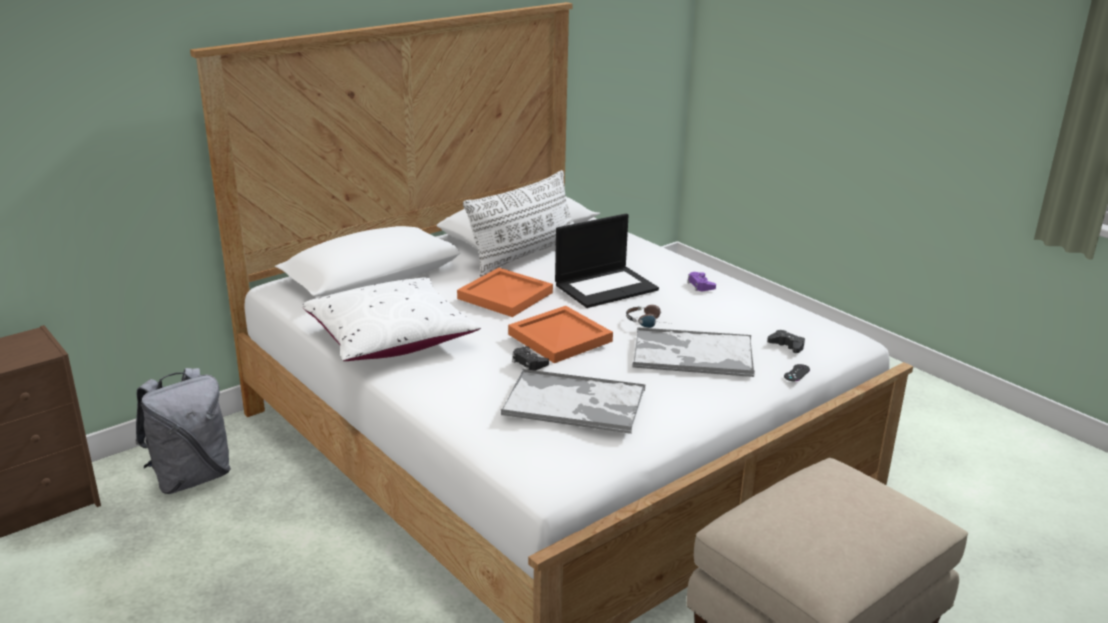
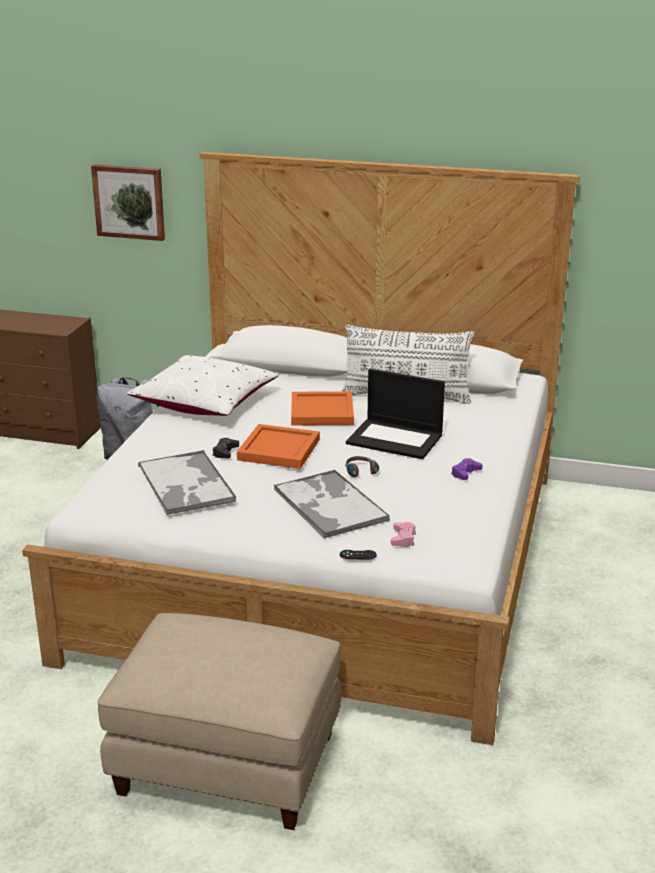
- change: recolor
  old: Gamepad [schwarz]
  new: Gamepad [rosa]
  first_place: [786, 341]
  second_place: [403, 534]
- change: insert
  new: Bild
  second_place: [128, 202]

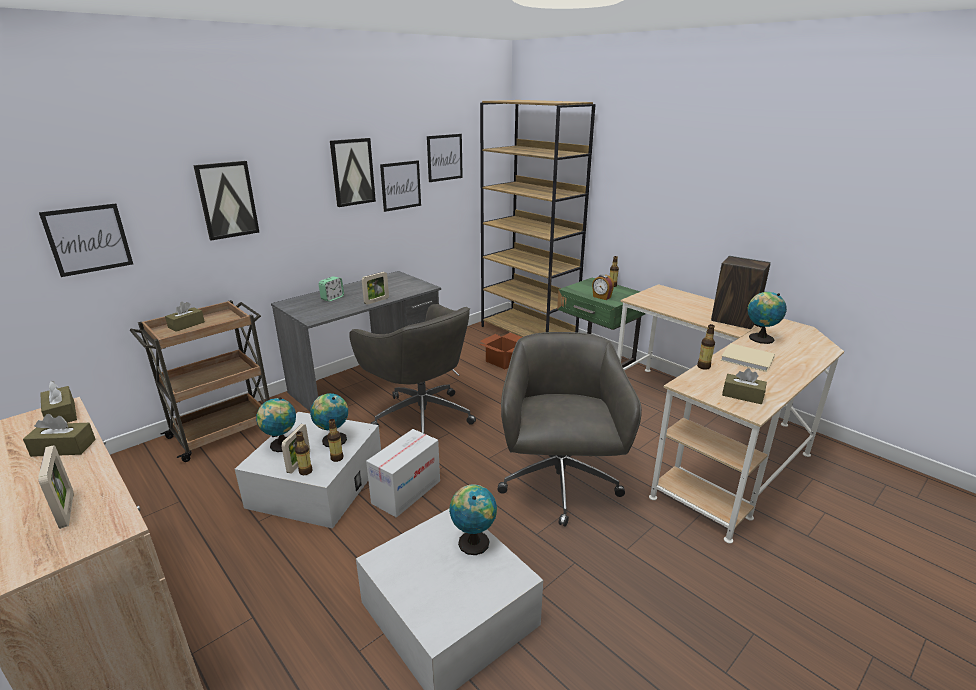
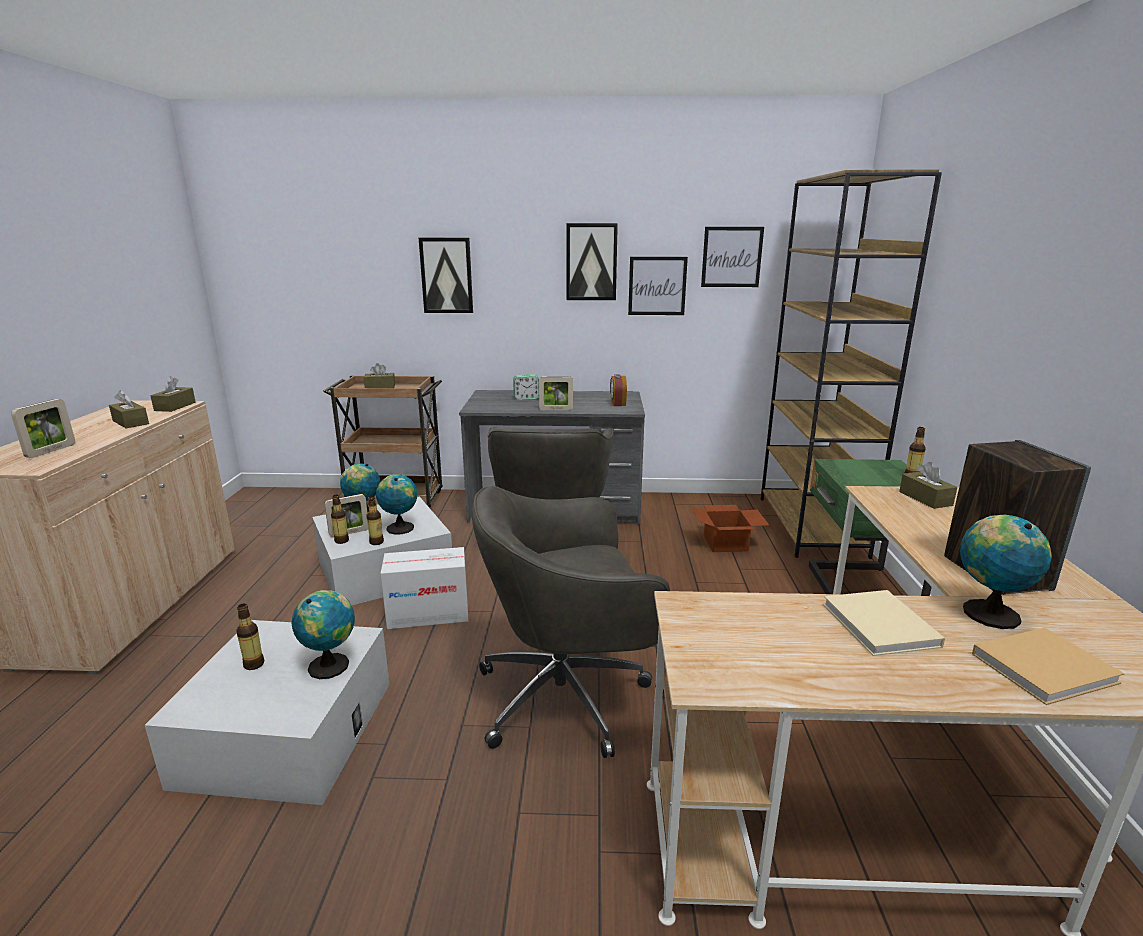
- change: delete
  old: Bild
  first_place: [86, 240]
- change: move
  old: Wecker
  first_place: [603, 287]
  second_place: [618, 390]
- change: move
  old: Flasche
  first_place: [706, 347]
  second_place: [250, 637]
- change: rotate
  old: Bürostuhl [grau]
  first_place: [569, 429]
  second_place: [570, 622]
  degrees: -150
- change: move
  old: Taschentuchbox [braun]
  first_place: [744, 386]
  second_place: [928, 485]
- change: insert
  new: Buch [beige]
  second_place: [1048, 666]

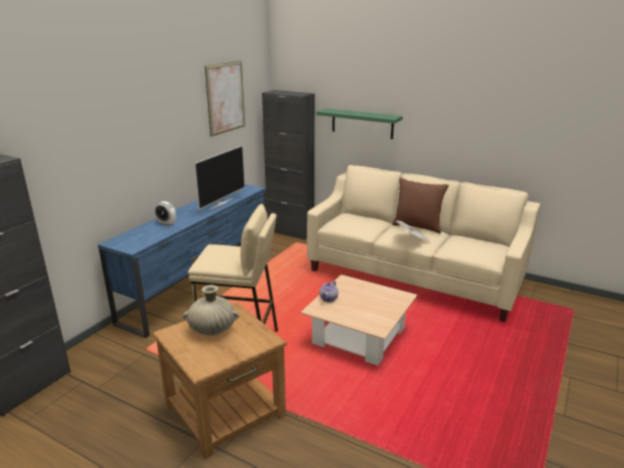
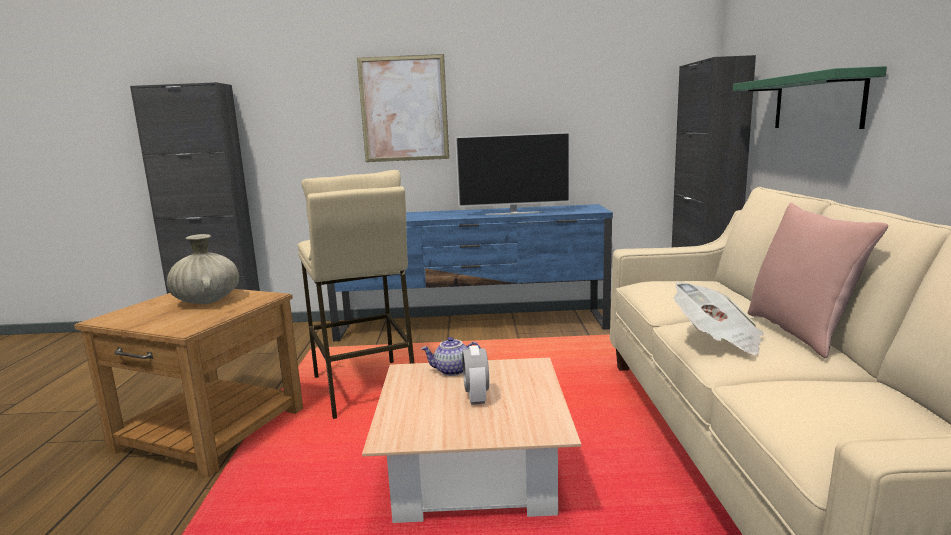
- change: move
  old: Bild
  first_place: [225, 99]
  second_place: [403, 108]
- change: recolor
  old: Kissen [braun]
  new: Kissen [rosa]
  first_place: [420, 205]
  second_place: [818, 280]
- change: move
  old: Wecker
  first_place: [165, 213]
  second_place: [475, 375]

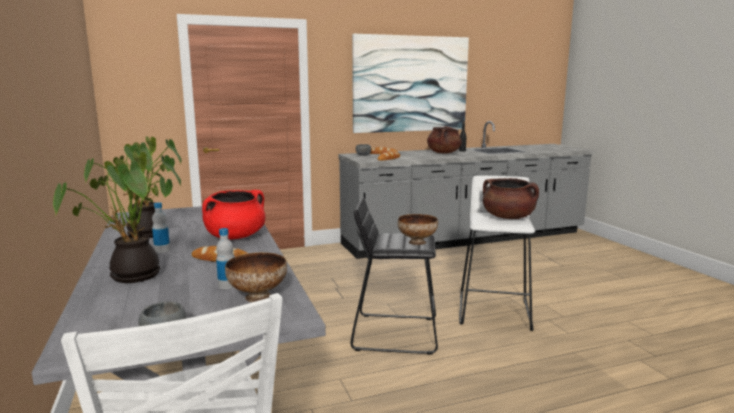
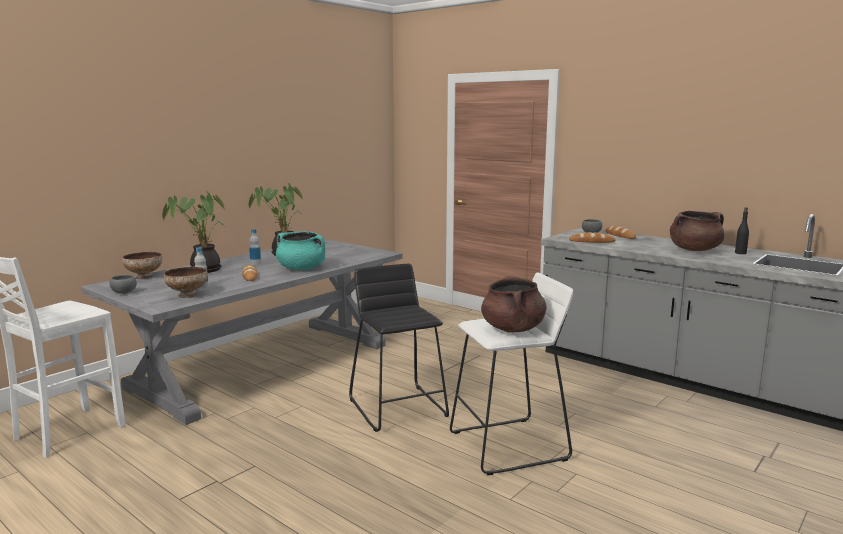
- change: delete
  old: Bild
  first_place: [410, 83]
- change: recolor
  old: Kochtopf [rot]
  new: Kochtopf [türkis]
  first_place: [233, 214]
  second_place: [300, 250]
- change: move
  old: Schüssel
  first_place: [418, 229]
  second_place: [142, 265]

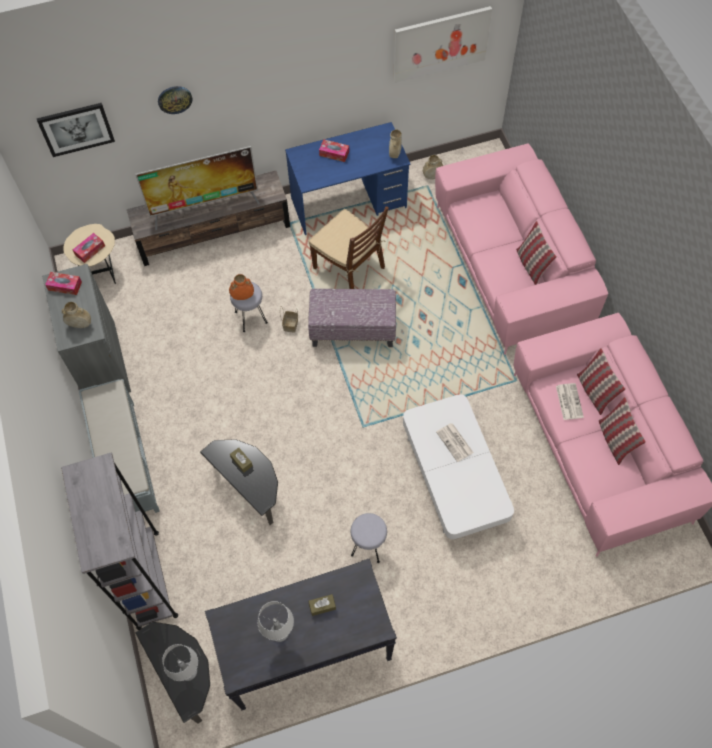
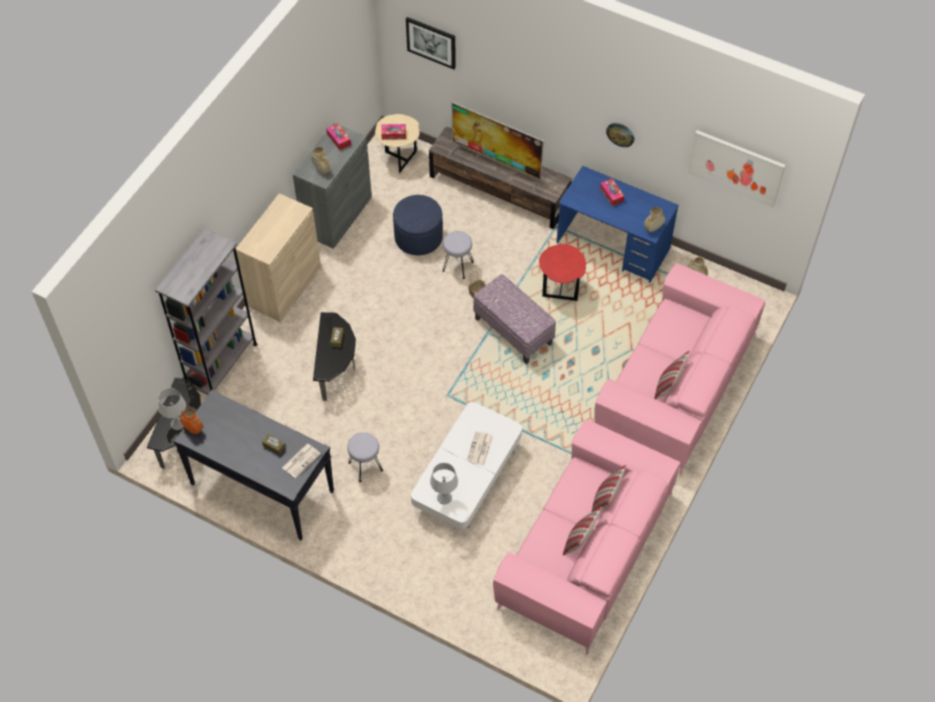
- change: move
  old: Wanduhr
  first_place: [175, 100]
  second_place: [620, 135]
- change: replace
  old: Stuhl [braun]
  new: Beistelltisch [rot]
  first_place: [348, 247]
  second_place: [562, 272]
- change: move
  old: Vase [orange]
  first_place: [241, 287]
  second_place: [191, 421]
- change: replace
  old: Bank [grau]
  new: Schrank [beige]
  first_place: [119, 446]
  second_place: [278, 257]
- change: move
  old: Zeitung
  first_place: [570, 401]
  second_place: [301, 461]
- change: move
  old: Tischlampe [grau]
  first_place: [276, 621]
  second_place: [444, 483]
- change: insert
  new: Polsterhocker [blau]
  second_place: [418, 225]

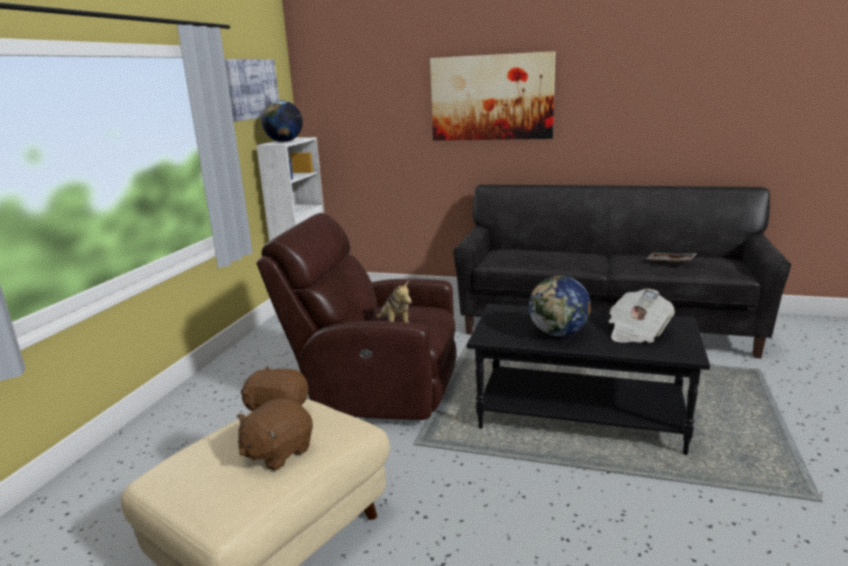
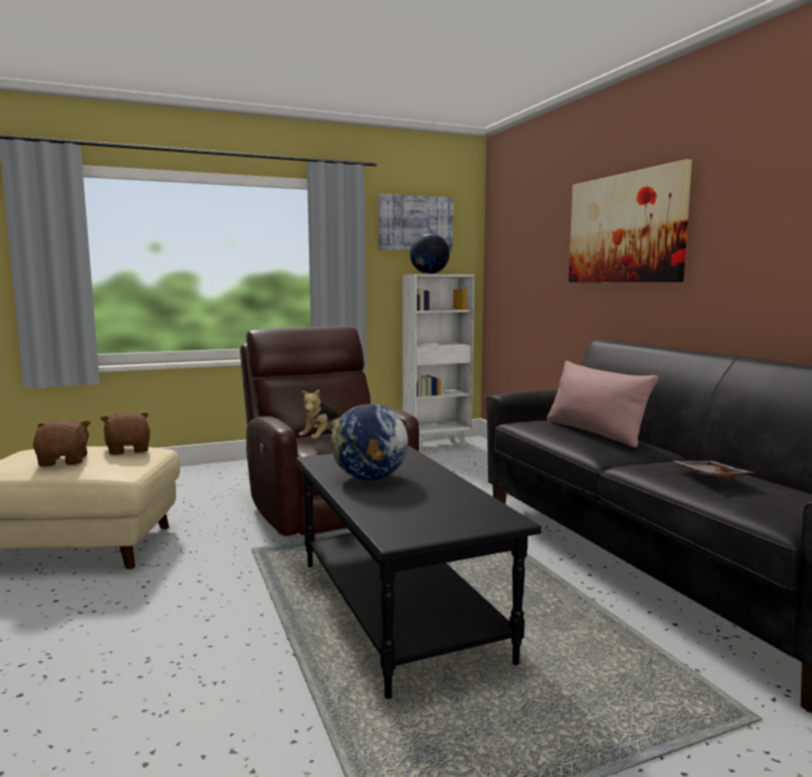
- change: delete
  old: Zeitung
  first_place: [641, 316]
- change: rotate
  old: Plüschtier [braun]
  first_place: [275, 434]
  second_place: [62, 442]
  degrees: 75
- change: insert
  new: Kissen [rosa]
  second_place: [602, 404]

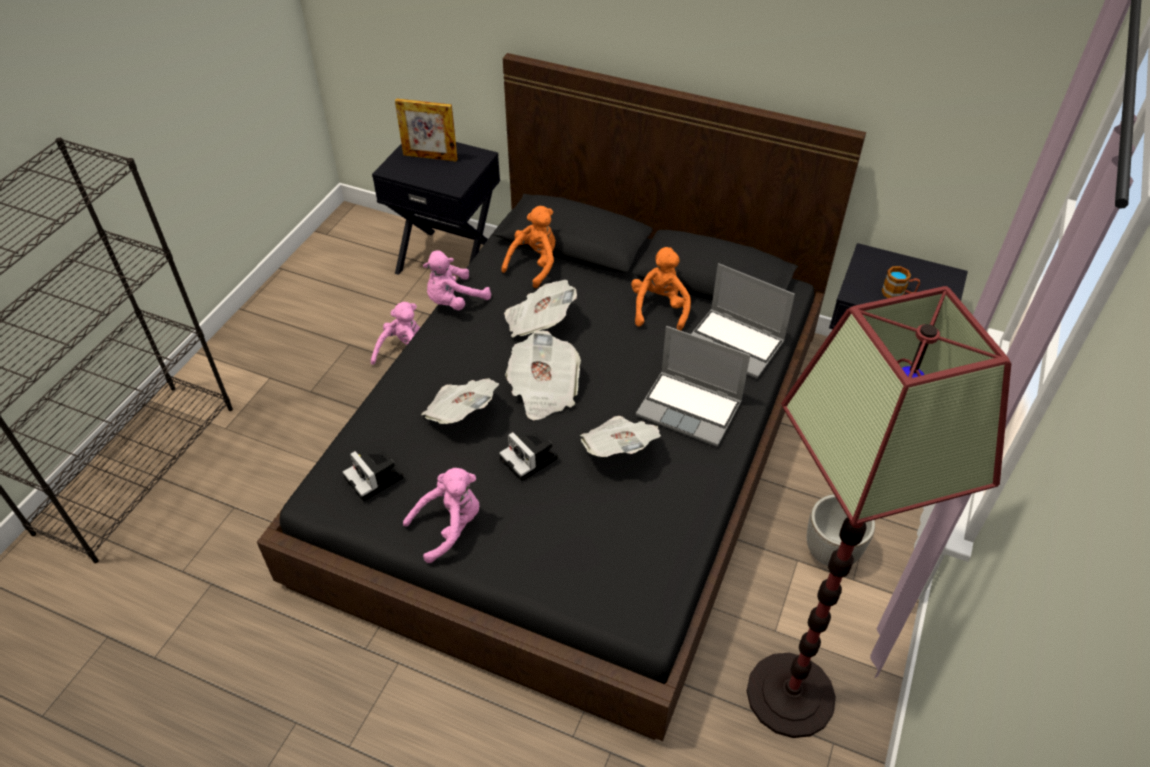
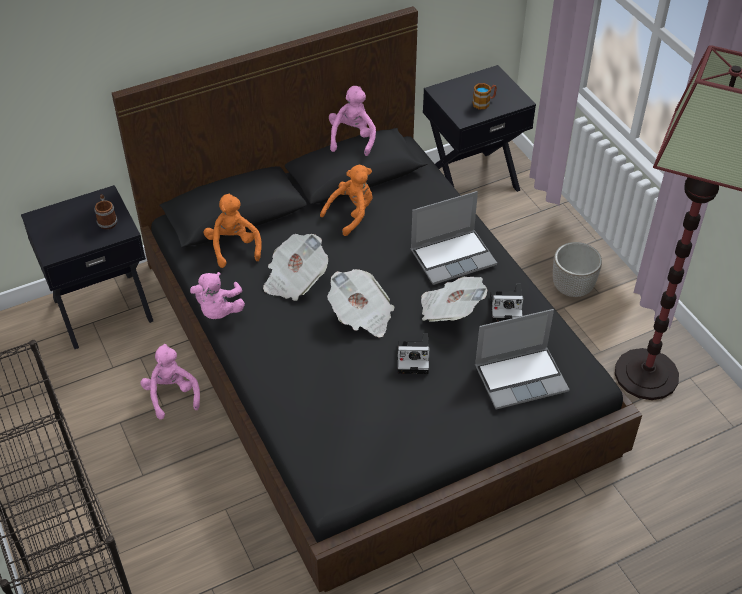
- change: delete
  old: Bilderrahmen
  first_place: [426, 129]
- change: rotate
  old: Plüschtier [orange]
  first_place: [661, 289]
  second_place: [346, 200]
  degrees: 90
- change: move
  old: Laptop
  first_place: [743, 320]
  second_place: [522, 359]
- change: delete
  old: Zeitung
  first_place: [460, 401]
- change: move
  old: Kamera
  first_place: [373, 476]
  second_place: [507, 302]
- change: move
  old: Plüschtier [rosa]
  first_place: [441, 515]
  second_place: [352, 121]
- change: insert
  new: Henkelbecher
  second_place: [105, 212]

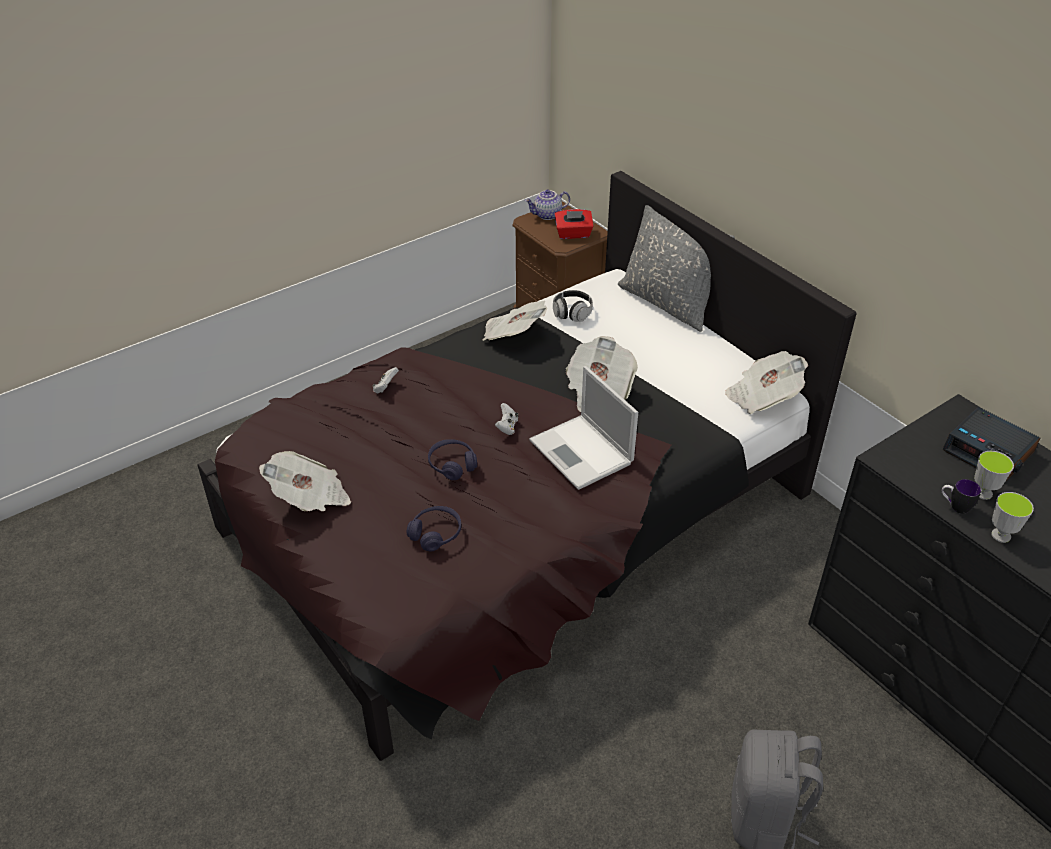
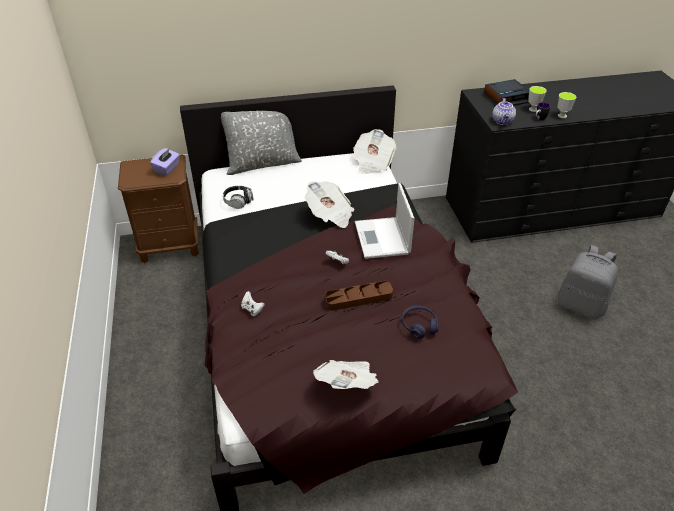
- change: move
  old: Teekanne
  first_place: [547, 204]
  second_place: [504, 111]
- change: recolor
  old: Taschentuchbox [rot]
  new: Taschentuchbox [lila]
  first_place: [574, 224]
  second_place: [165, 161]
- change: delete
  old: Zeitung
  first_place: [514, 321]
- change: rotate
  old: Laptop
  first_place: [583, 428]
  second_place: [384, 221]
  degrees: 90
- change: replace
  old: Kopfhörer [lila]
  new: Tablett [braun]
  first_place: [452, 459]
  second_place: [359, 296]

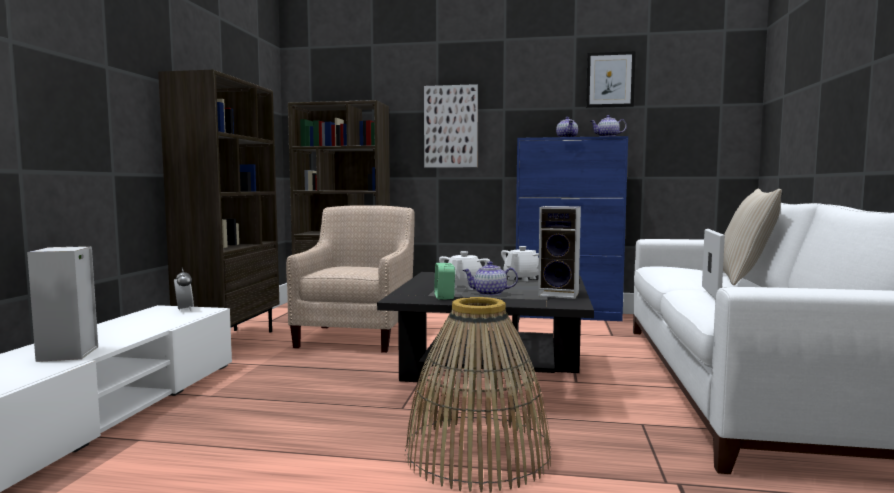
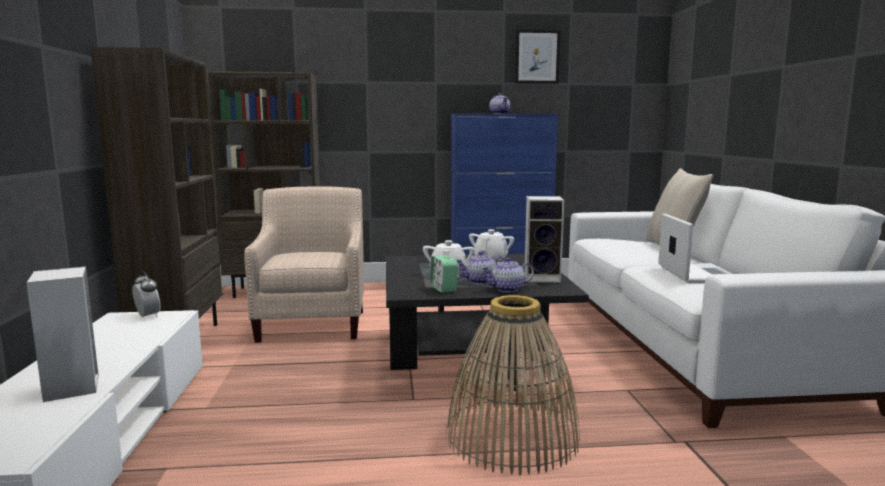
- change: delete
  old: Bild
  first_place: [451, 126]
- change: move
  old: Teekanne
  first_place: [608, 126]
  second_place: [508, 274]

